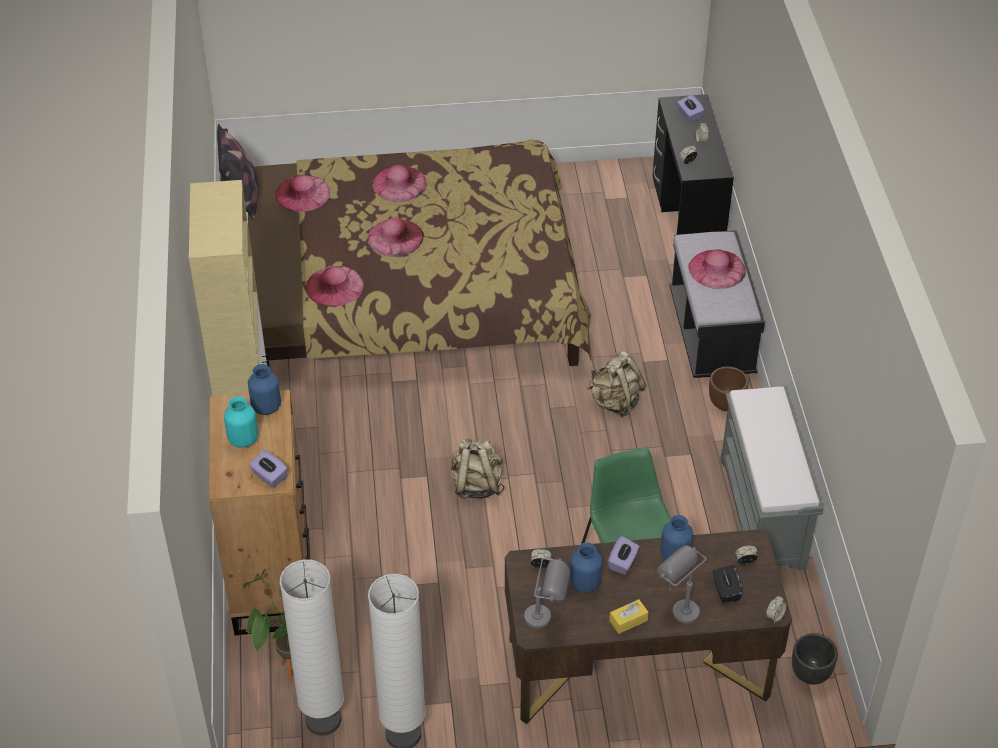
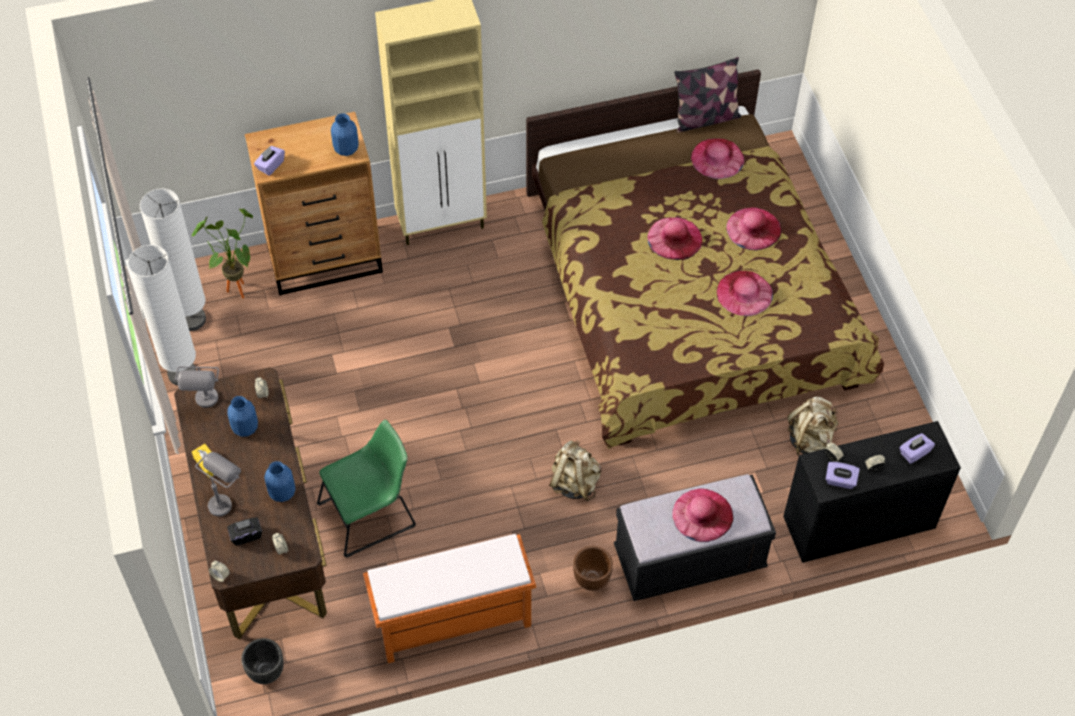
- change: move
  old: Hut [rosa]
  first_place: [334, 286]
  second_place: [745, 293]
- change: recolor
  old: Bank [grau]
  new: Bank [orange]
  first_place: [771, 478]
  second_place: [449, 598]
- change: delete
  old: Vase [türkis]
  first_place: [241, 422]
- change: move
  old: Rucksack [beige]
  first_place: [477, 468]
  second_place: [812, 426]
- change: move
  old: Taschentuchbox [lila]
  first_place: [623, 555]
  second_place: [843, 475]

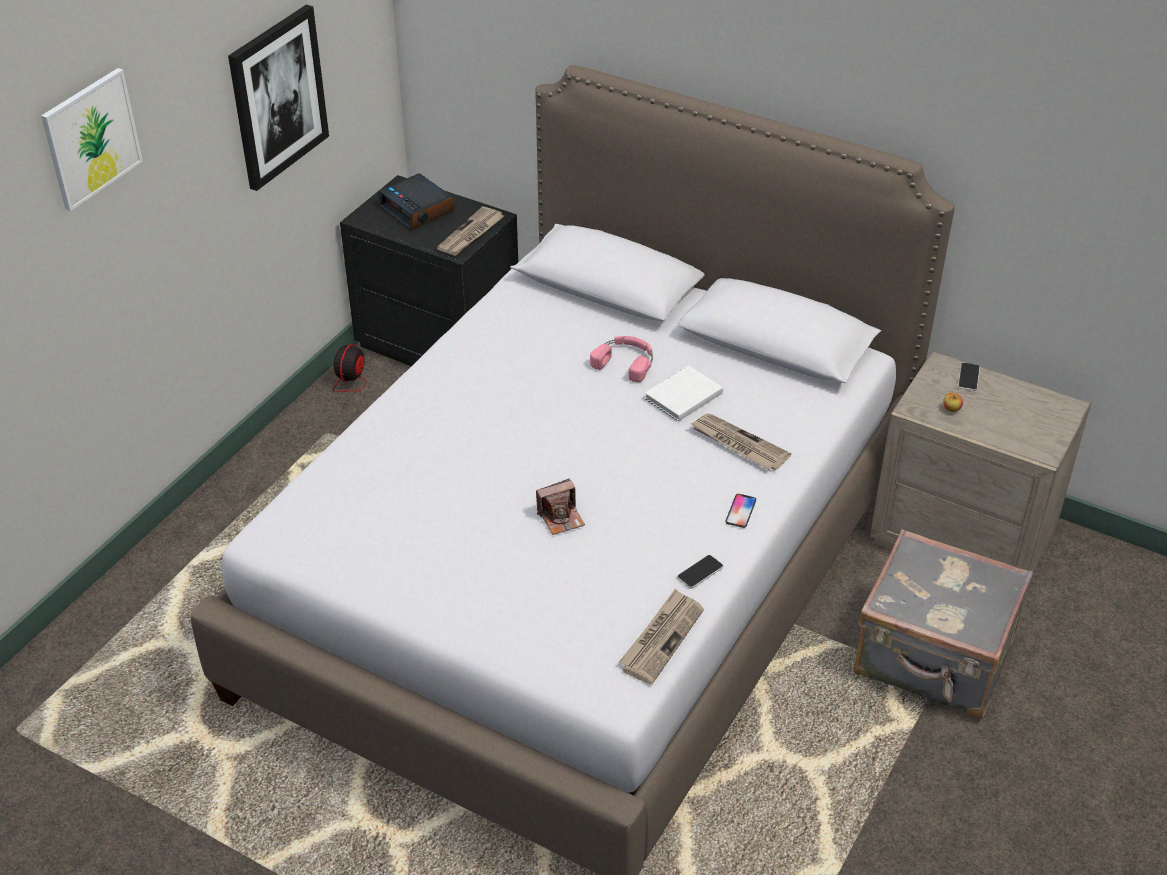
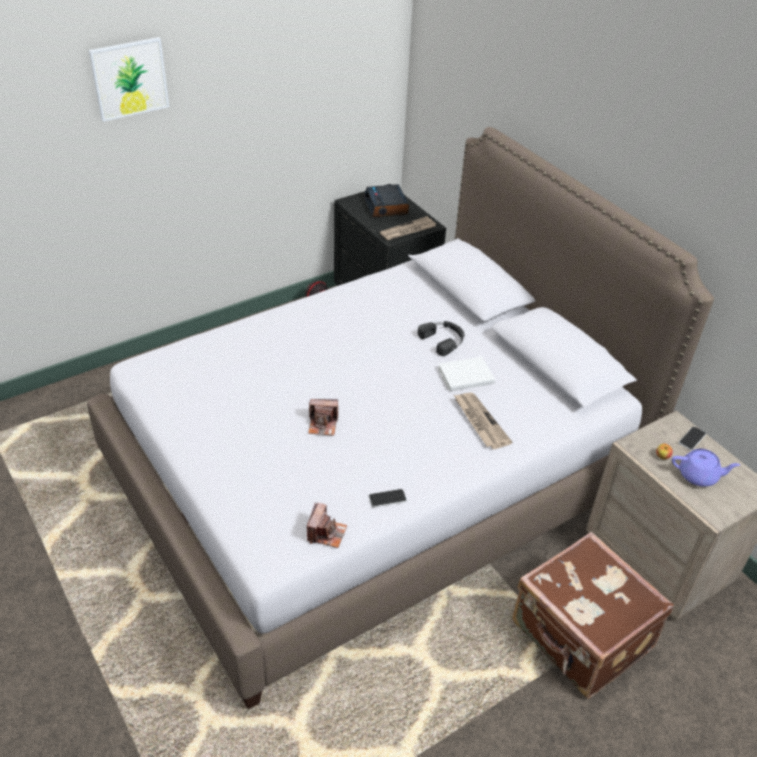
- change: delete
  old: Bild
  first_place: [278, 98]
- change: recolor
  old: Kopfhörer [rosa]
  new: Kopfhörer [schwarz]
  first_place: [621, 359]
  second_place: [441, 338]
- change: delete
  old: Handy
  first_place: [740, 511]
- change: recolor
  old: Koffer [grau]
  new: Koffer [braun]
  first_place: [943, 624]
  second_place: [593, 615]
- change: replace
  old: Zeitung
  new: Kamera
  first_place: [661, 636]
  second_place: [327, 525]
- change: insert
  new: Teekanne [lila]
  second_place: [706, 468]

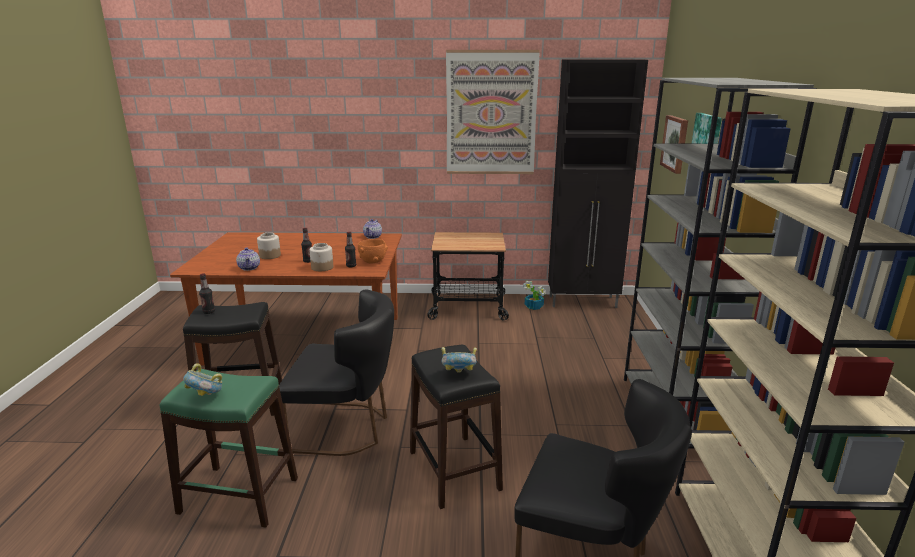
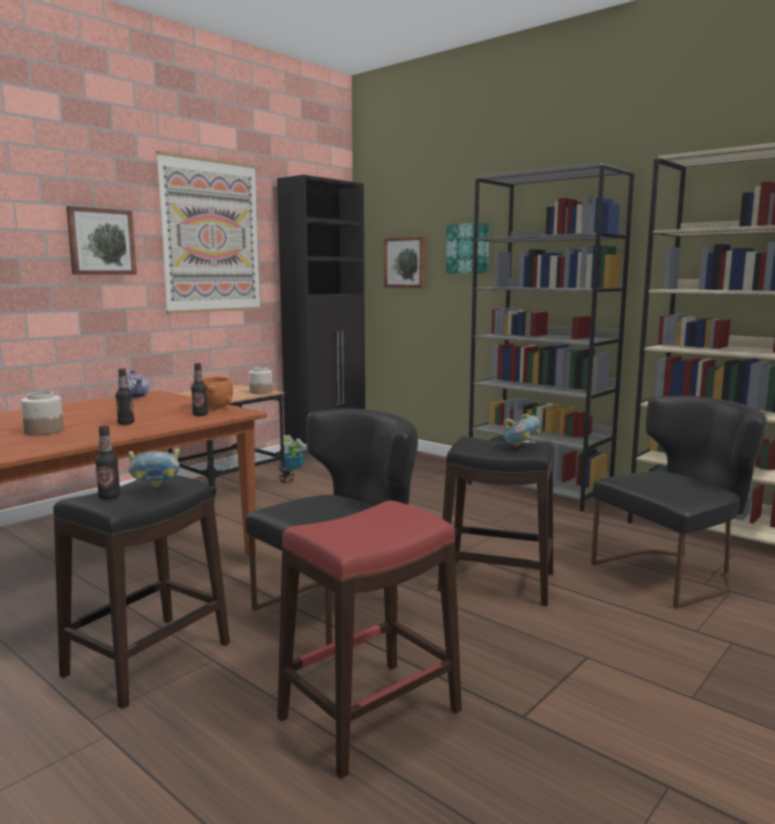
- change: move
  old: Vorratsglas
  first_place: [321, 257]
  second_place: [261, 380]
- change: delete
  old: Teekanne
  first_place: [248, 259]
- change: move
  old: Schüssel
  first_place: [202, 379]
  second_place: [154, 468]
- change: recolor
  old: Hocker [grün]
  new: Hocker [rot]
  first_place: [229, 448]
  second_place: [369, 639]
- change: insert
  new: Bild
  second_place: [101, 240]

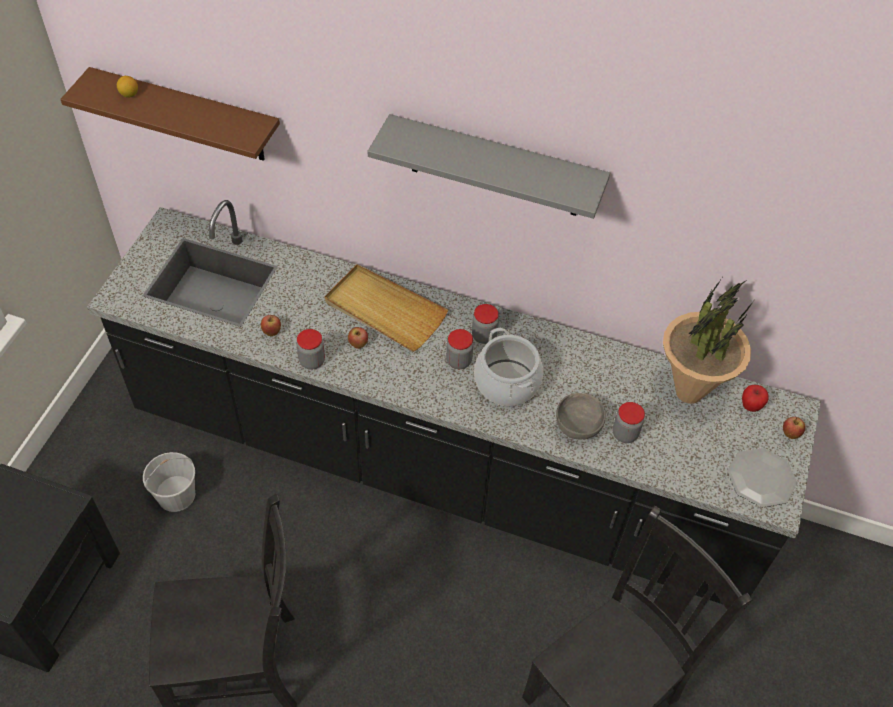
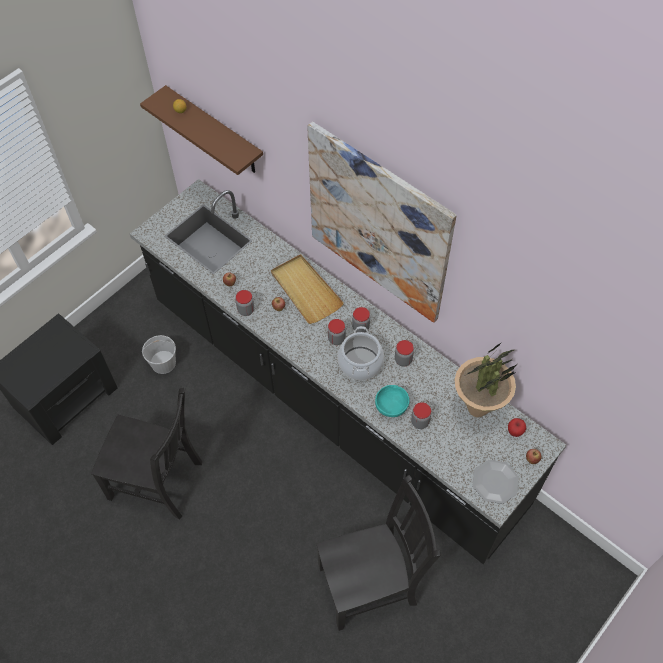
- change: replace
  old: Wandregal [grau]
  new: Bild
  first_place: [489, 166]
  second_place: [381, 222]
- change: recolor
  old: Schüssel [grau]
  new: Schüssel [türkis]
  first_place: [581, 416]
  second_place: [392, 401]
- change: insert
  new: Vorratsglas
  second_place: [404, 353]

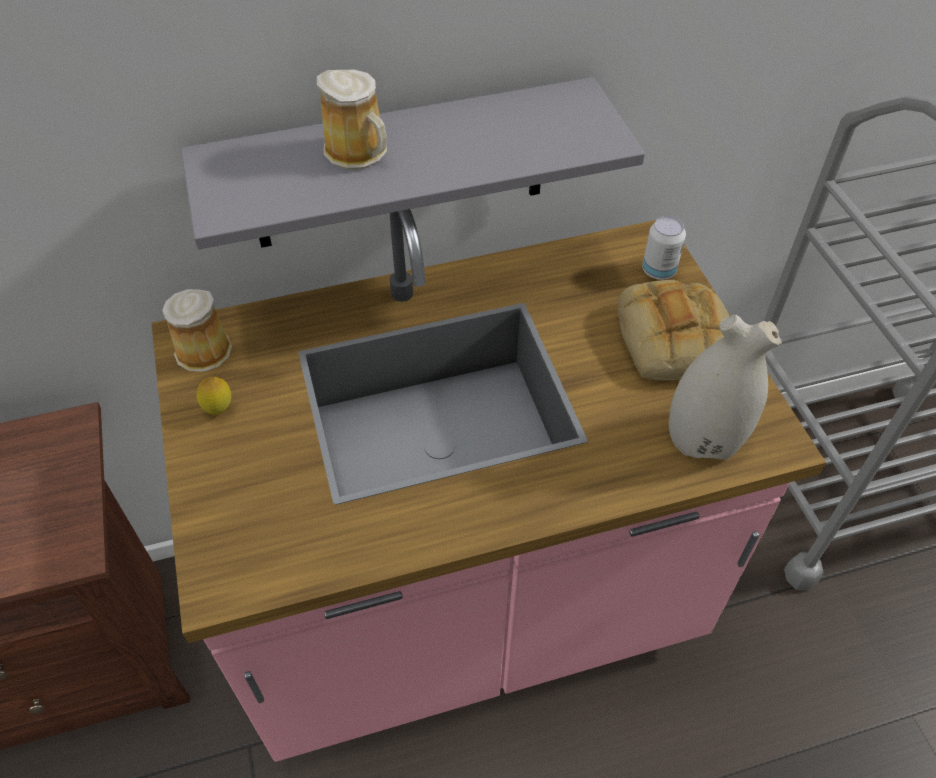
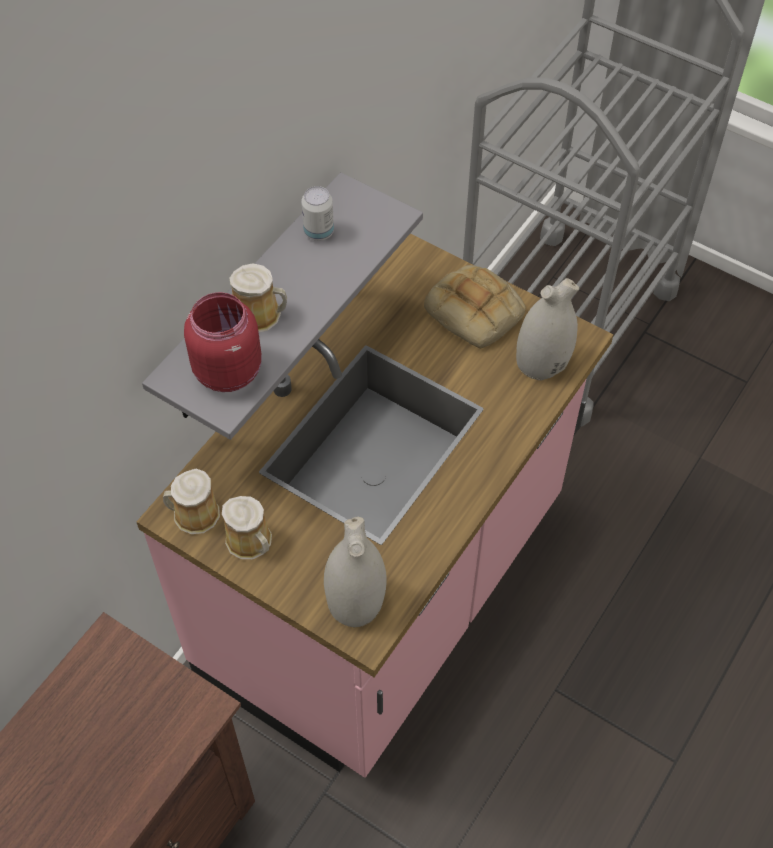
- change: move
  old: Dose
  first_place: [664, 248]
  second_place: [317, 213]
- change: replace
  old: Zitrone
  new: Henkelbecher
  first_place: [214, 396]
  second_place: [247, 527]
- change: insert
  new: Vorratsglas [rot]
  second_place: [222, 342]
- change: insert
  new: Vase [weiß]
  second_place: [355, 572]

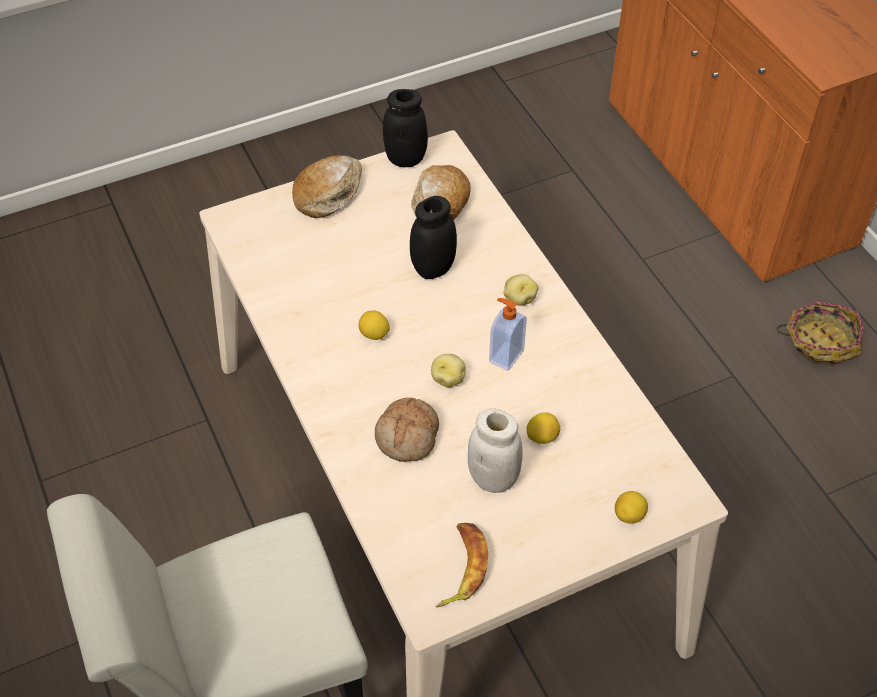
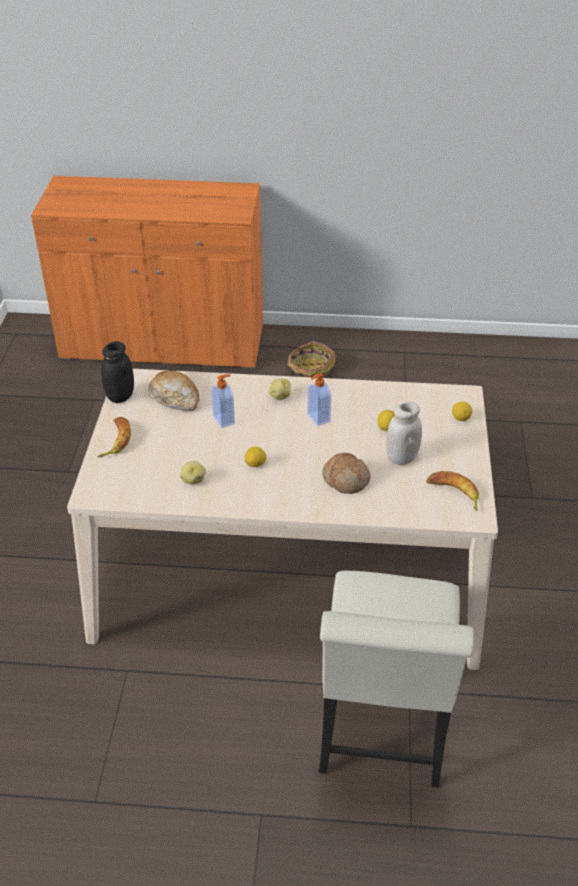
- change: replace
  old: Brot
  new: Banane
  first_place: [327, 186]
  second_place: [114, 437]
- change: replace
  old: Vorratsglas [schwarz]
  new: Seifenspender
  first_place: [433, 237]
  second_place: [223, 401]
- change: move
  old: Kartoffel
  first_place: [448, 370]
  second_place: [193, 472]

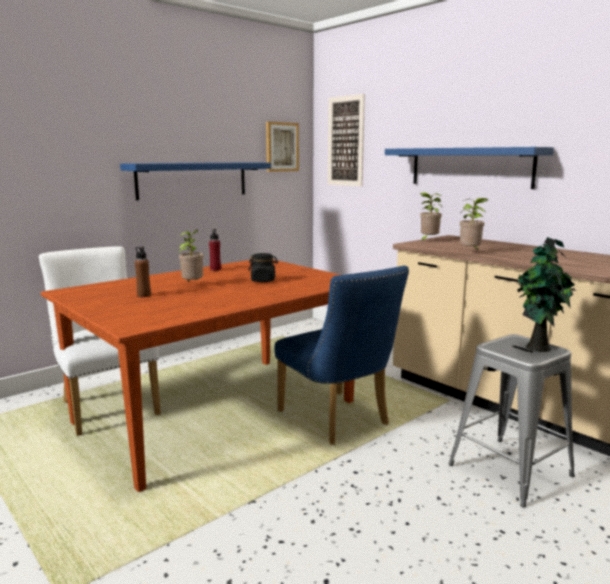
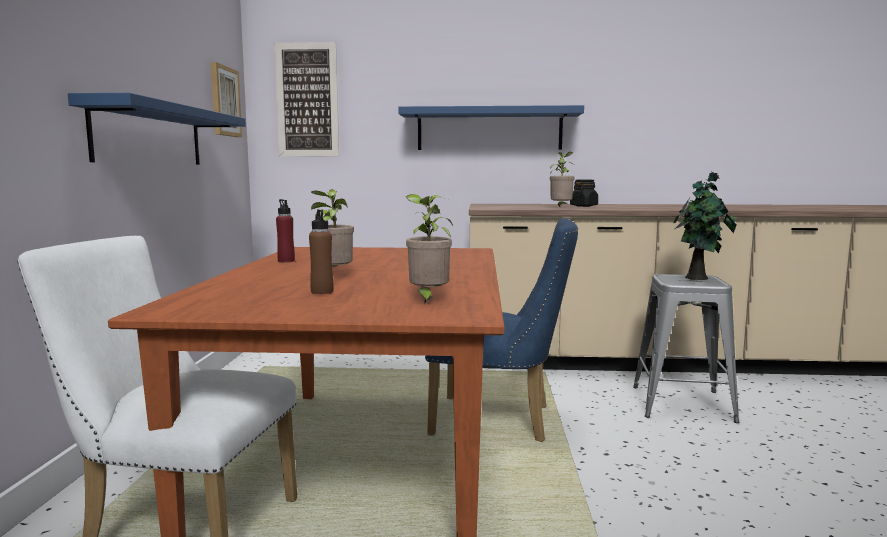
- change: move
  old: Topfpflanze
  first_place: [431, 216]
  second_place: [429, 249]
- change: move
  old: Vorratsglas [schwarz]
  first_place: [263, 267]
  second_place: [584, 193]

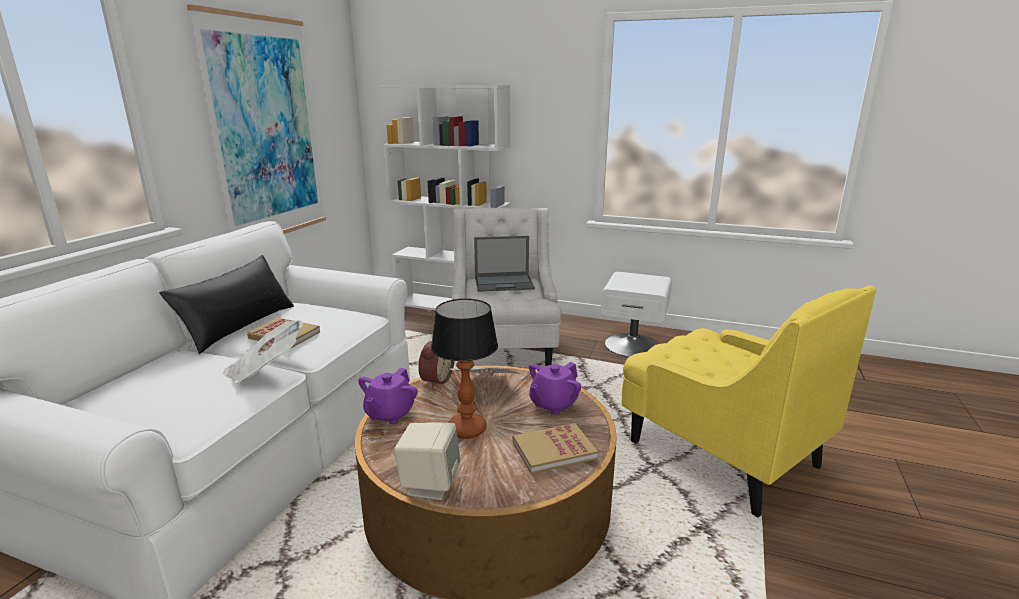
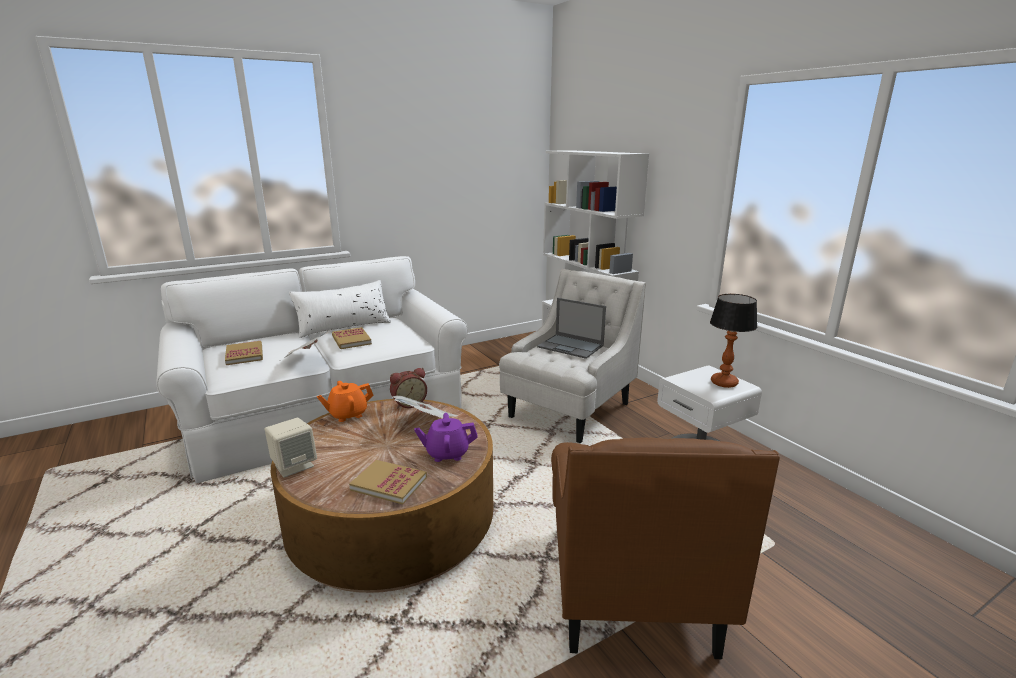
- change: delete
  old: Bild
  first_place: [256, 119]
- change: recolor
  old: Kissen [schwarz]
  new: Kissen [weiß]
  first_place: [226, 304]
  second_place: [340, 309]
- change: recolor
  old: Sessel [gelb]
  new: Sessel [braun]
  first_place: [749, 401]
  second_place: [665, 548]
- change: move
  old: Tischlampe
  first_place: [464, 369]
  second_place: [733, 341]
- change: recolor
  old: Teekanne [lila]
  new: Teekanne [orange]
  first_place: [388, 396]
  second_place: [345, 401]
- change: insert
  new: Buch
  second_place: [244, 353]

